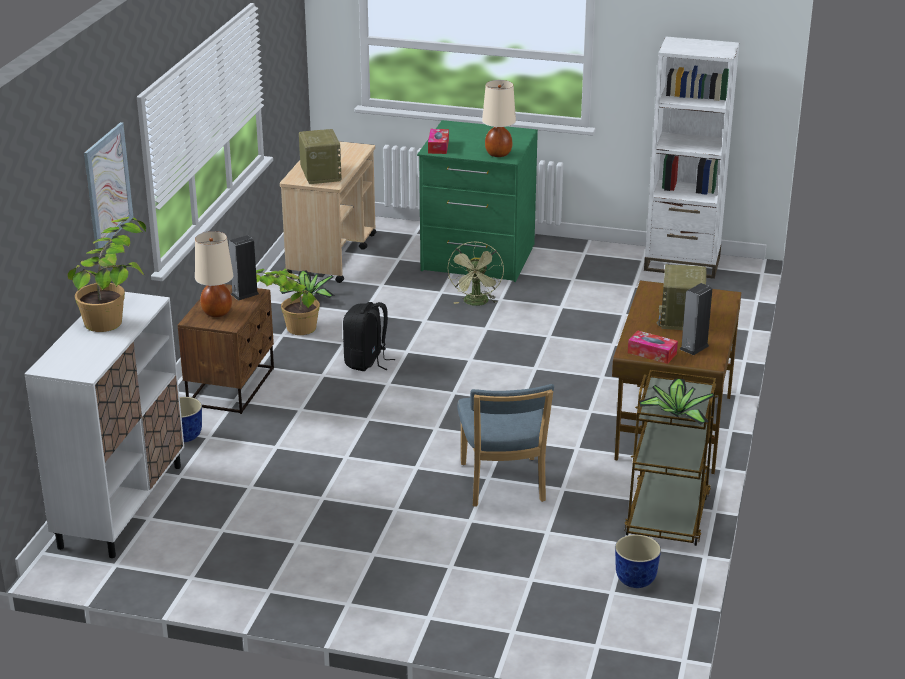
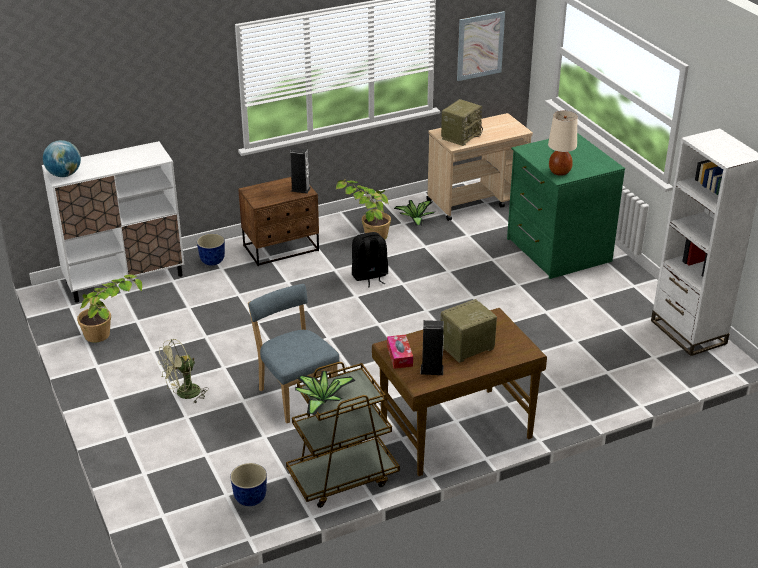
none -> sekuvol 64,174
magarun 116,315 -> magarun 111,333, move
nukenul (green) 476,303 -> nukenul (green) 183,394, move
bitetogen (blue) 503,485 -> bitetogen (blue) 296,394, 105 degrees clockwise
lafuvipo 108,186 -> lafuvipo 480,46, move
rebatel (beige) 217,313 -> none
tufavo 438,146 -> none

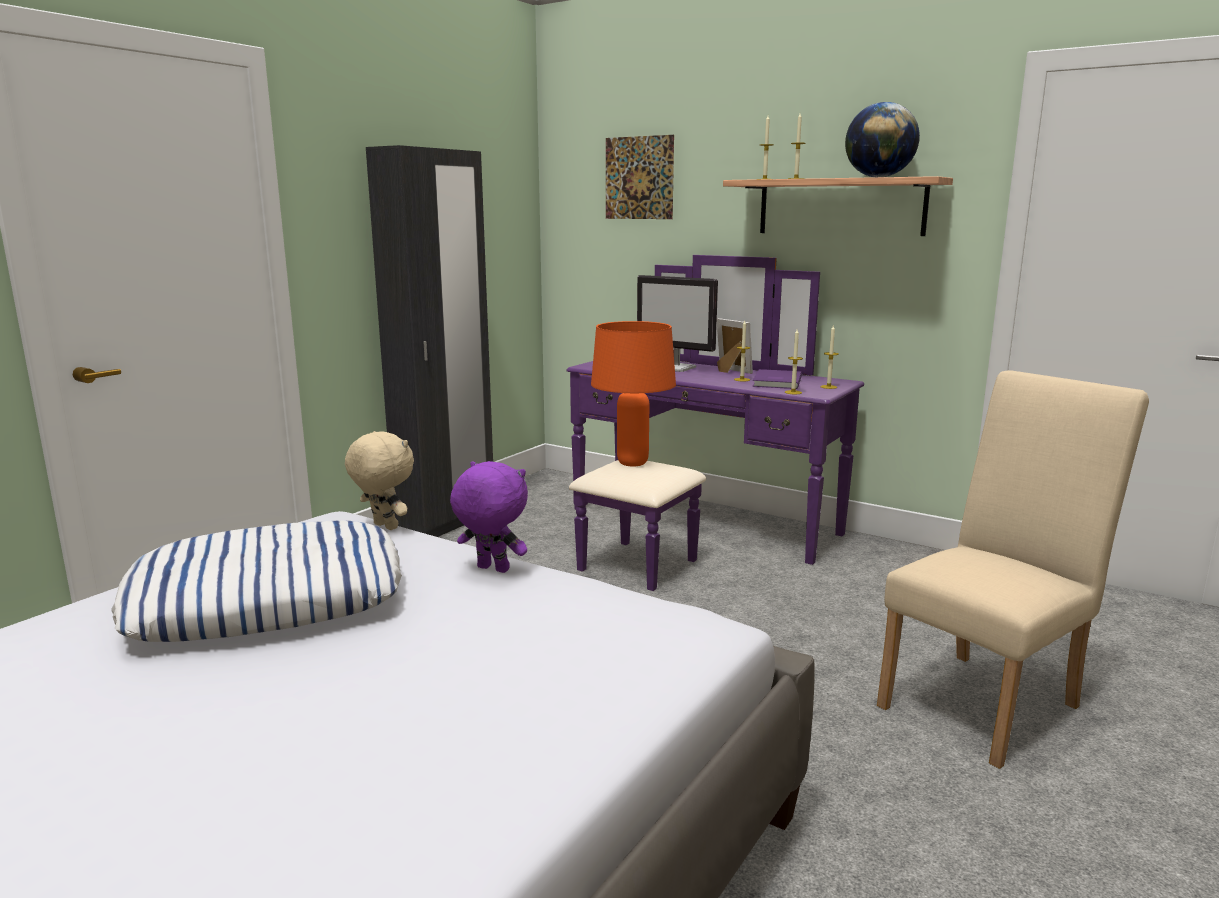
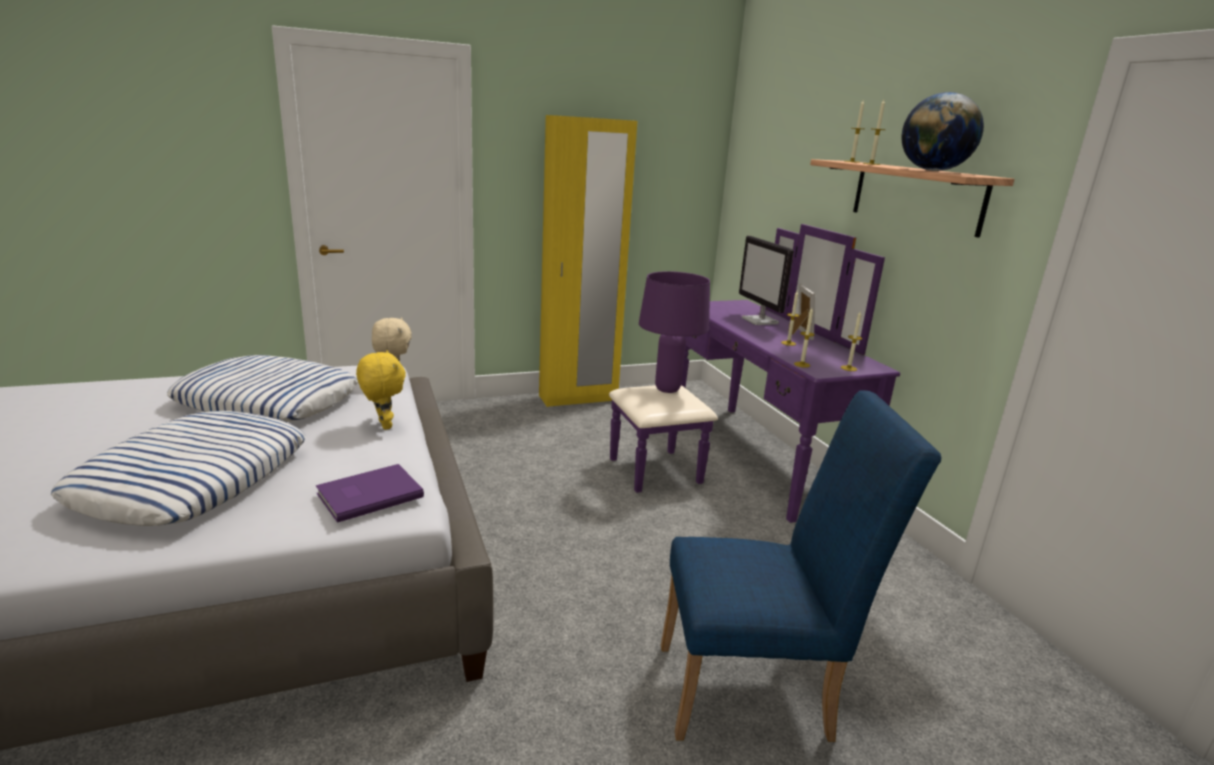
none -> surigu 194,479
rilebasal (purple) 775,382 -> rilebasal (purple) 368,494, move
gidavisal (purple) 491,569 -> gidavisal (yellow) 383,425
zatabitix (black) 446,523 -> zatabitix (yellow) 578,398
rebatel (orange) 633,463 -> rebatel (purple) 668,389
bitetogen (beige) 988,701 -> bitetogen (blue) 757,691
lafuvipo 639,178 -> none

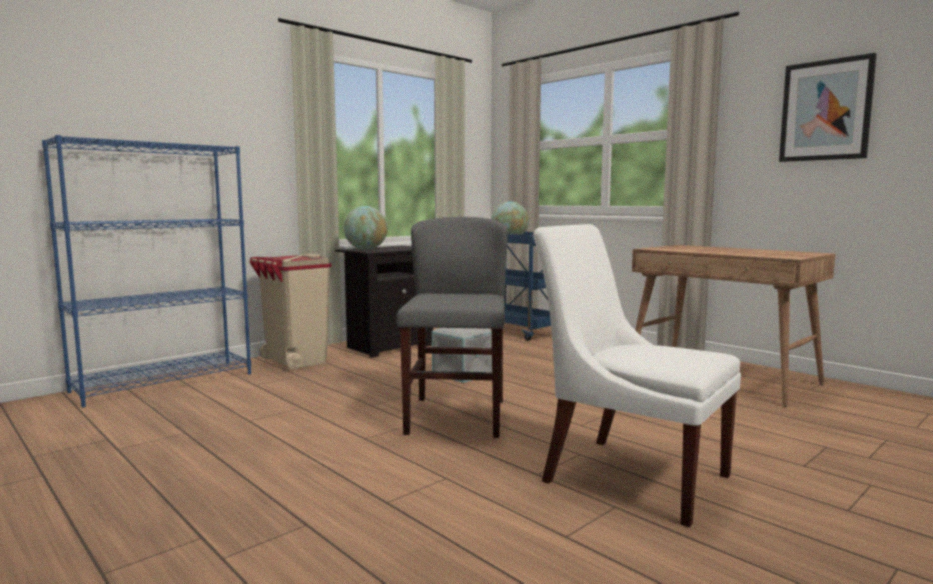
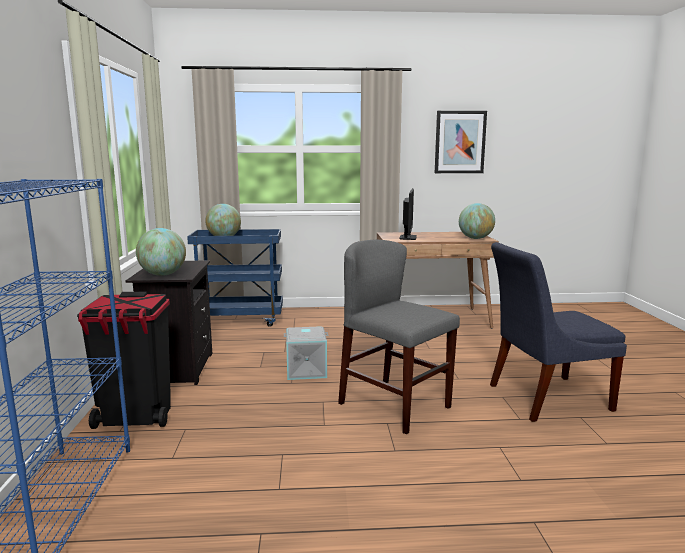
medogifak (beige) 295,361 -> medogifak (black) 136,418
none -> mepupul 408,237
none -> sekuvol 475,238
bitetogen (white) 628,475 -> bitetogen (blue) 544,397

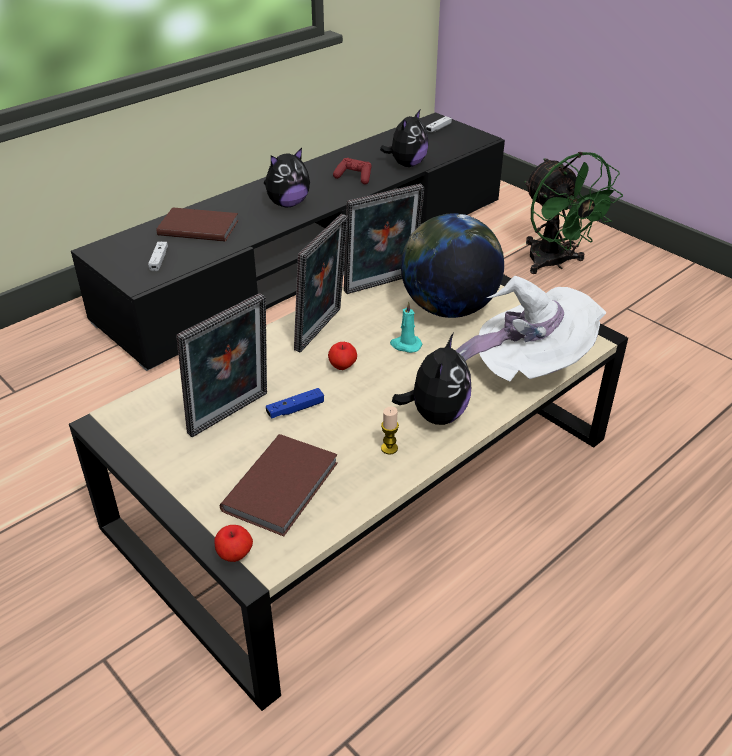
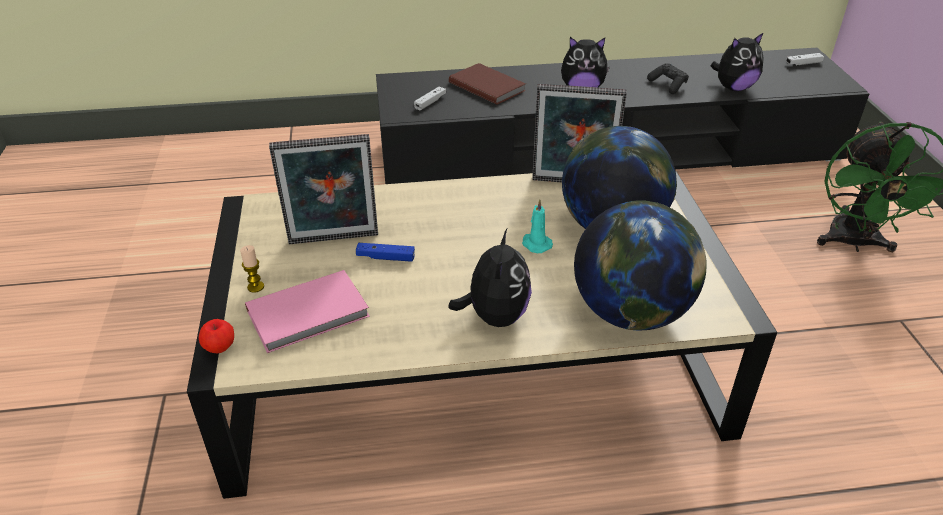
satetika 389,448 -> satetika 255,287, move
rilebasal (brown) 284,486 -> rilebasal (pink) 310,314
gidavisal 435,415 -> gidavisal 495,316, 45 degrees counterclockwise
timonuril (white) 528,367 -> sekuvol 631,313
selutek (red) 354,177 -> selutek (black) 668,85
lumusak 322,330 -> none
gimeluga 342,366 -> none

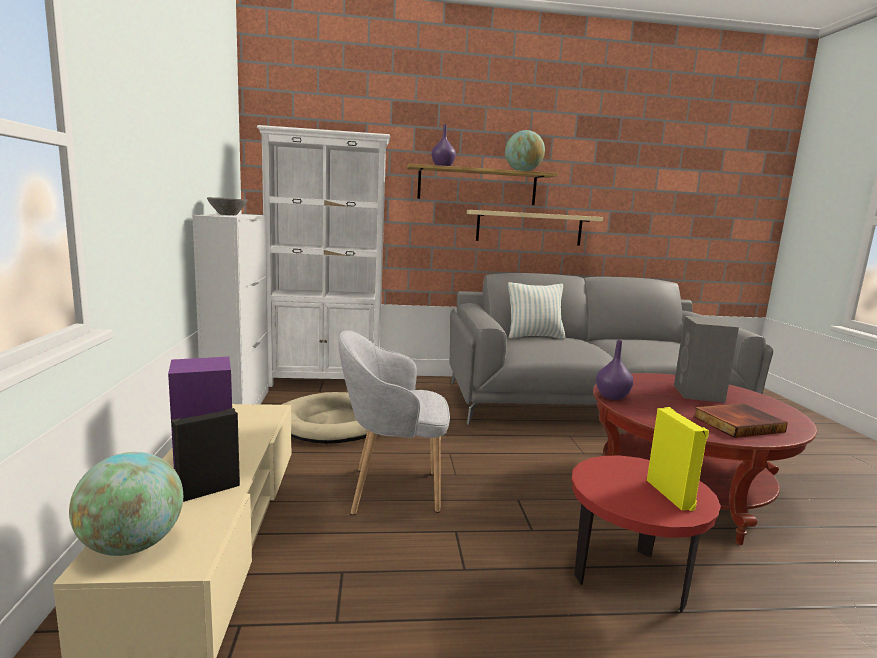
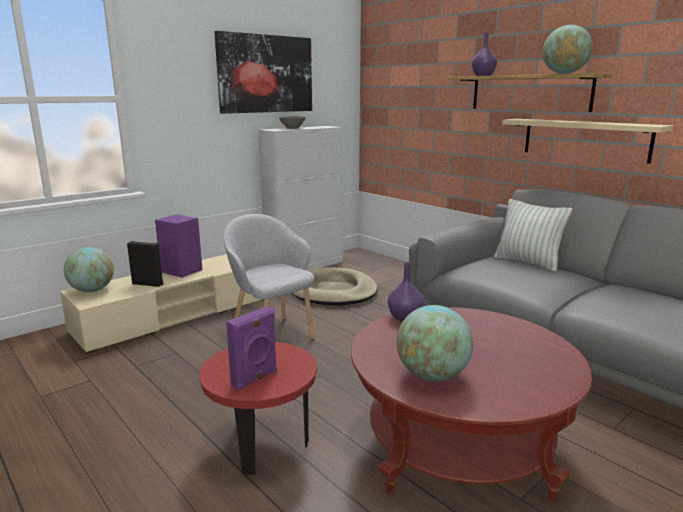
none -> lafuvipo 266,74
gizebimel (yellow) 671,494 -> gizebimel (purple) 255,379
rilebasal 737,424 -> sekuvol 432,376
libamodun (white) 326,381 -> none
gizebimel (grey) 698,394 -> none

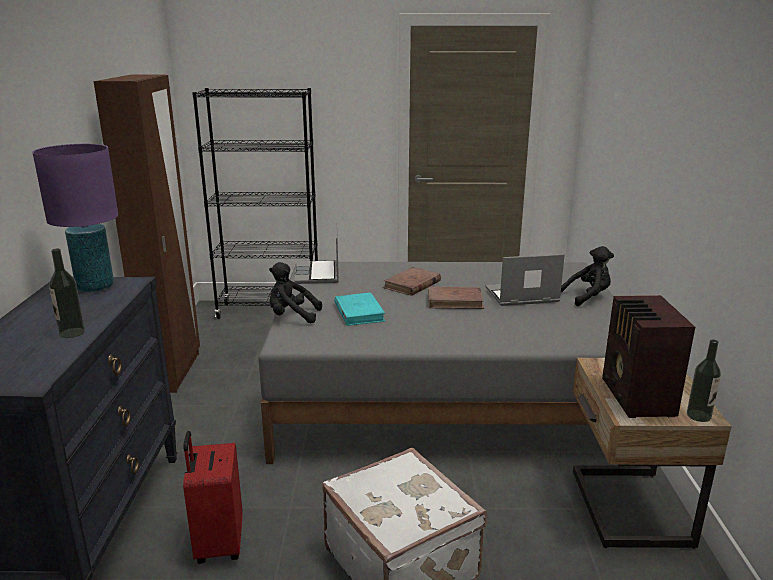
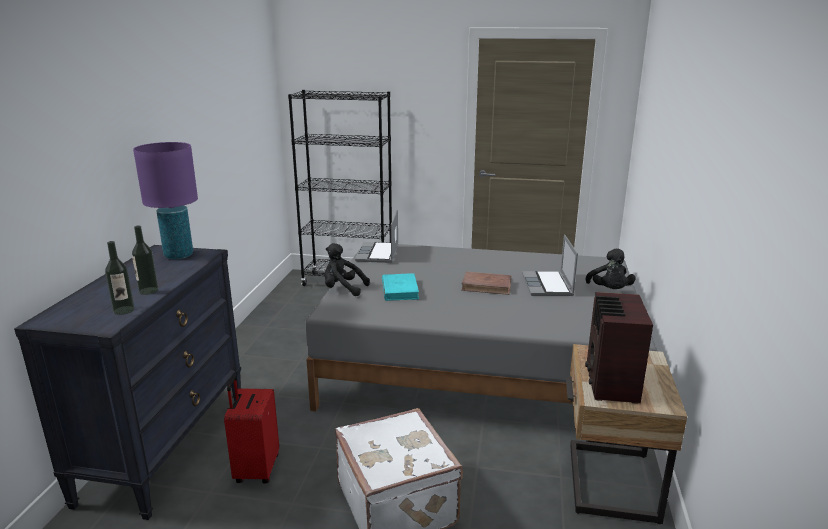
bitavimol 698,415 -> bitavimol 124,310, move
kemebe 521,296 -> kemebe 548,285, 90 degrees counterclockwise
gidavisal (black) 587,297 -> gidavisal (black) 609,290, 90 degrees clockwise
zatabitix (brown) 173,372 -> none
rilebasal (brown) 412,284 -> none

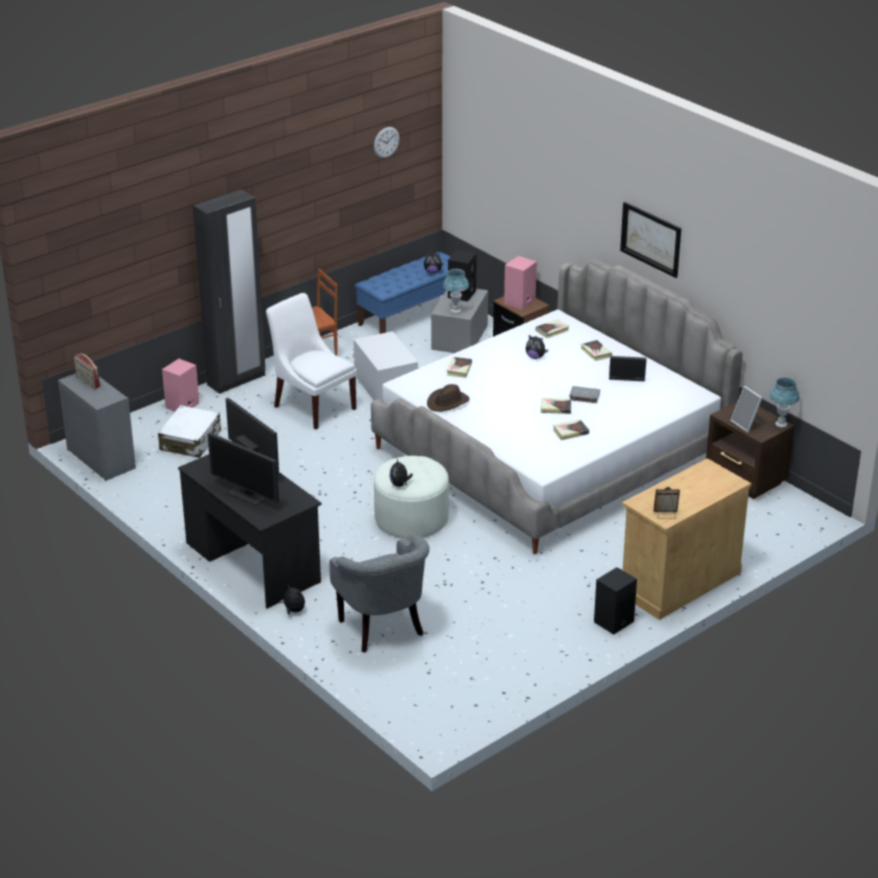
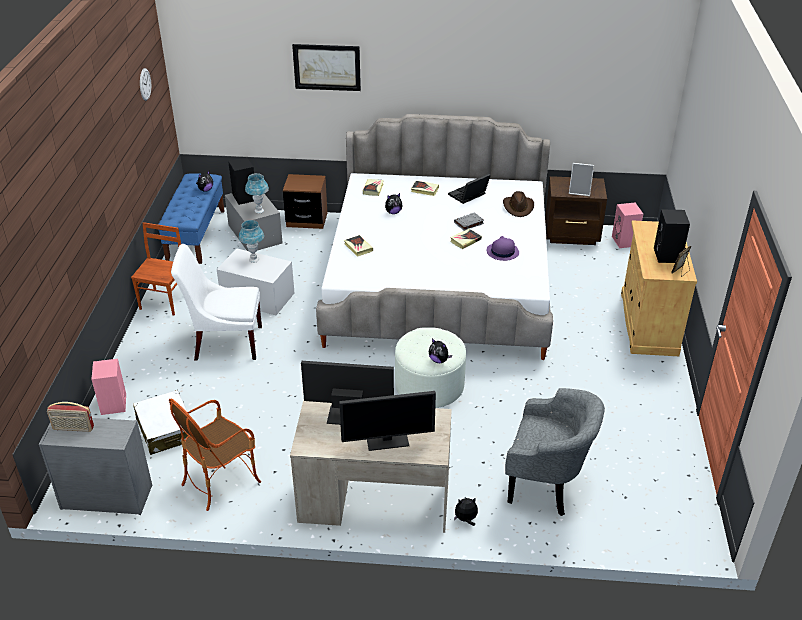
none -> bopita 220,480
rebatel (blue) 781,424 -> rebatel (blue) 254,259, move
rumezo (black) 253,562 -> rumezo (beige) 374,501
lafuvipo 651,239 -> lafuvipo 327,67, move
rilebasal 570,432 -> timonuril (purple) 502,252
timonuril (brown) 448,402 -> timonuril (brown) 518,207, move
gizebimel (pink) 520,302 -> gizebimel (pink) 625,241, move
gizebimel (black) 613,622 -> gizebimel (black) 668,256, move
zatabitix (black) 236,380 -> none

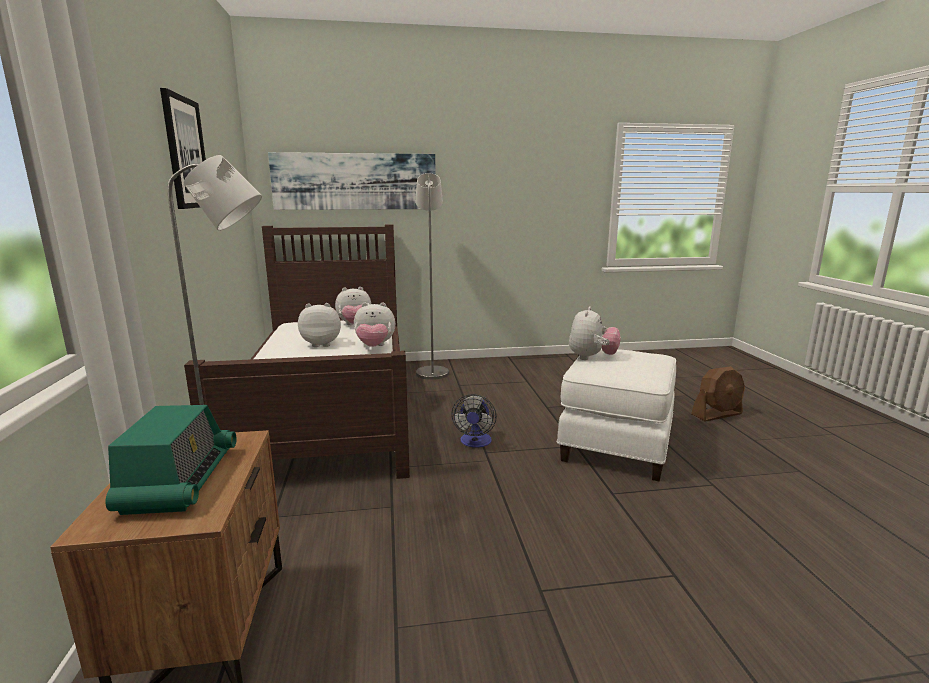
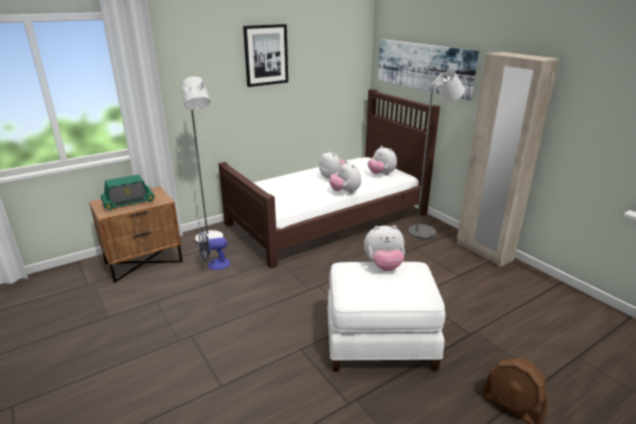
nukenul 475,442 -> nukenul 214,265, move
none -> zatabitix (beige) 483,252

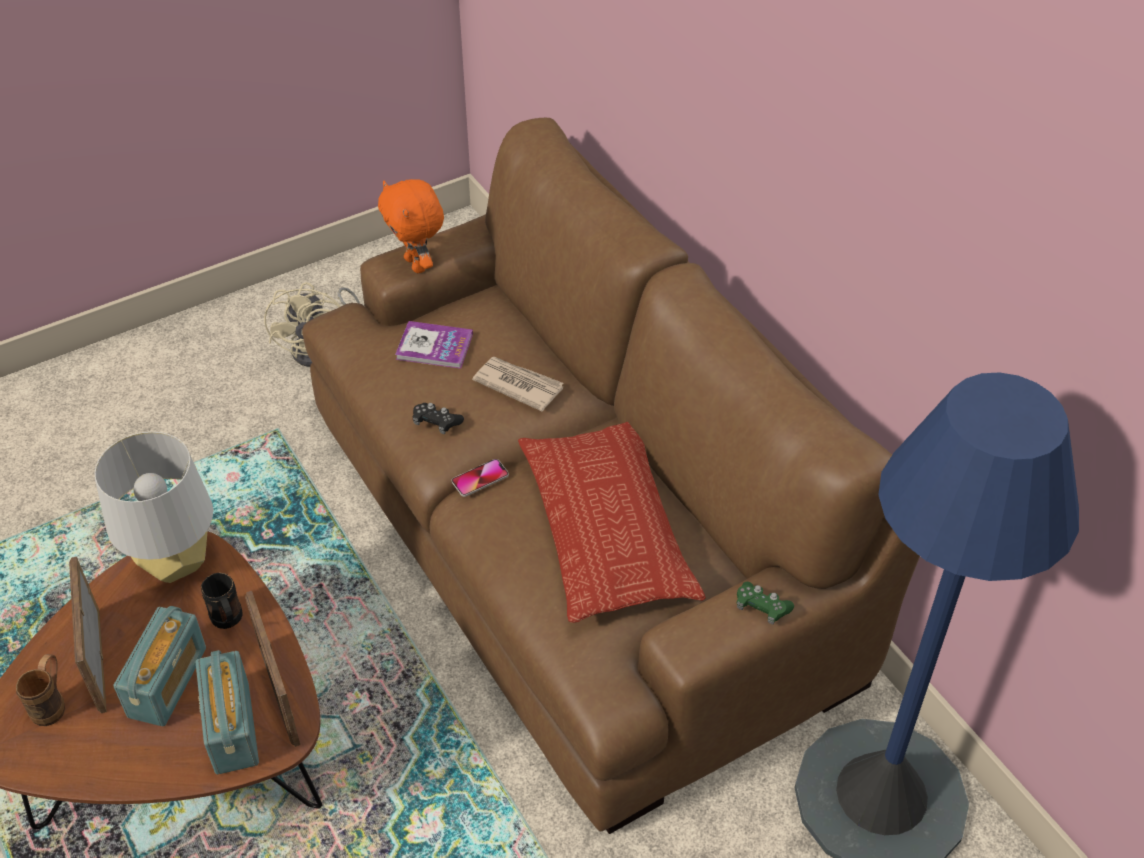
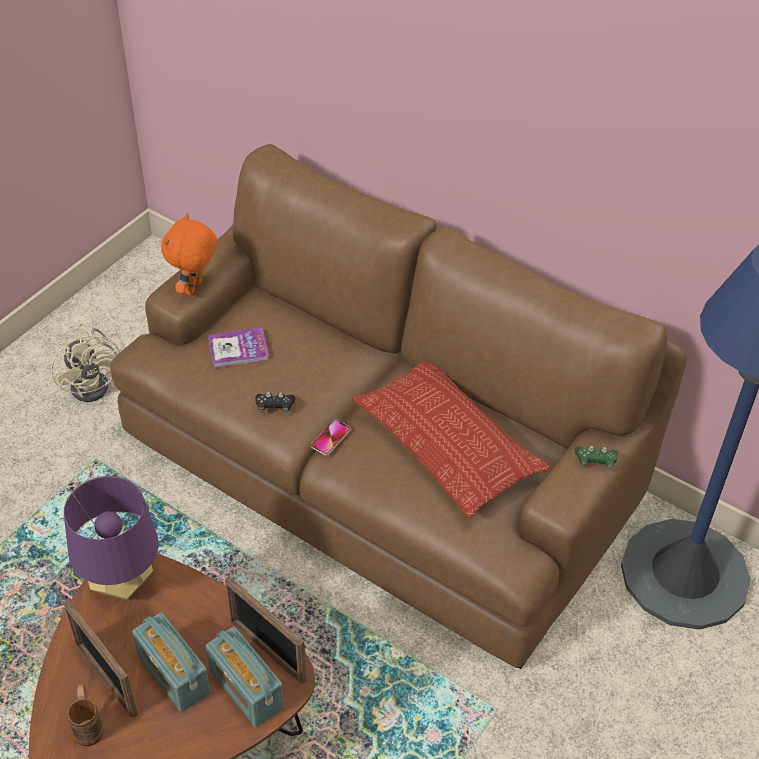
rebatel (grey) 175,564 -> rebatel (purple) 122,583
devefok 168,682 -> devefok 173,674, 150 degrees clockwise
gidavisal (orange) 417,264 -> gidavisal (orange) 194,288, 75 degrees clockwise
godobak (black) 229,622 -> none
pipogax 518,385 -> none

